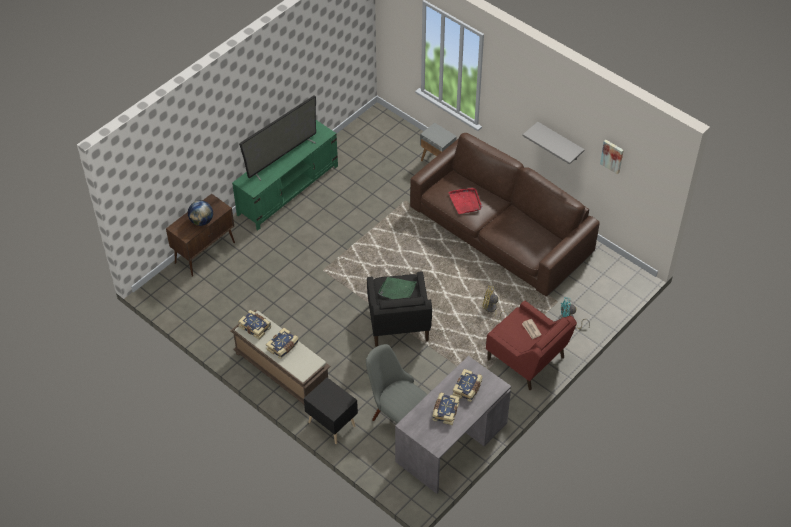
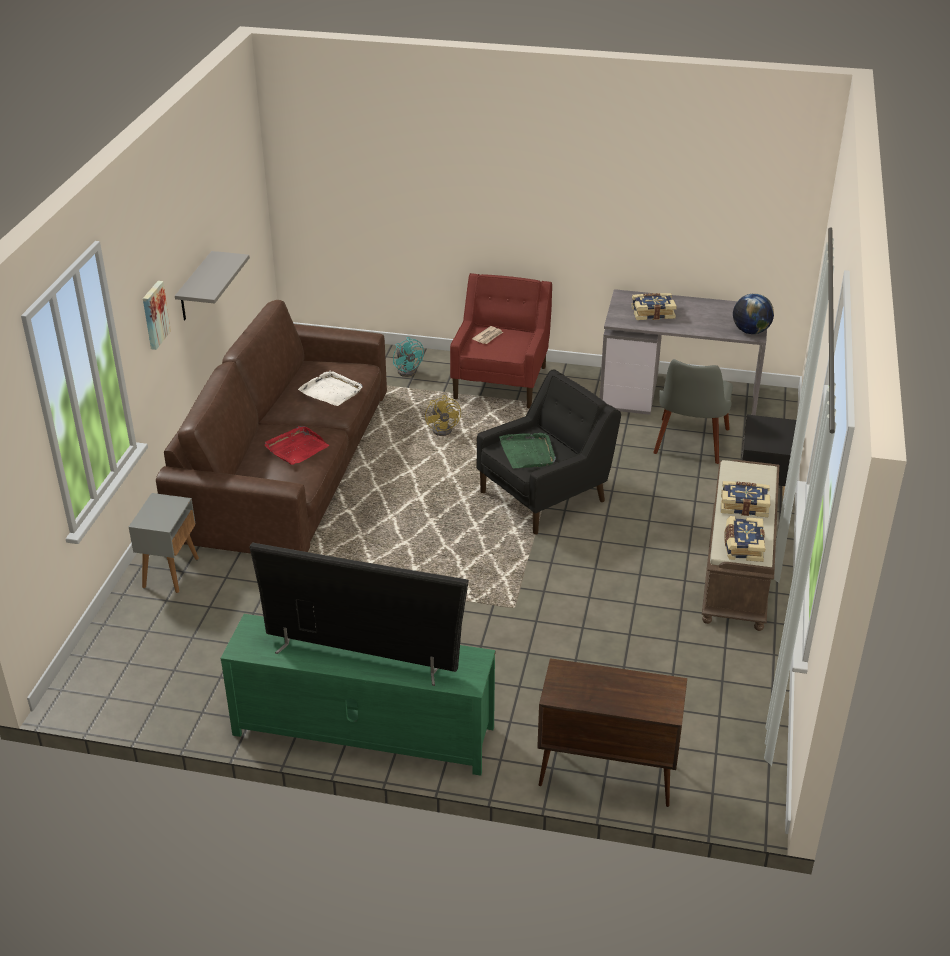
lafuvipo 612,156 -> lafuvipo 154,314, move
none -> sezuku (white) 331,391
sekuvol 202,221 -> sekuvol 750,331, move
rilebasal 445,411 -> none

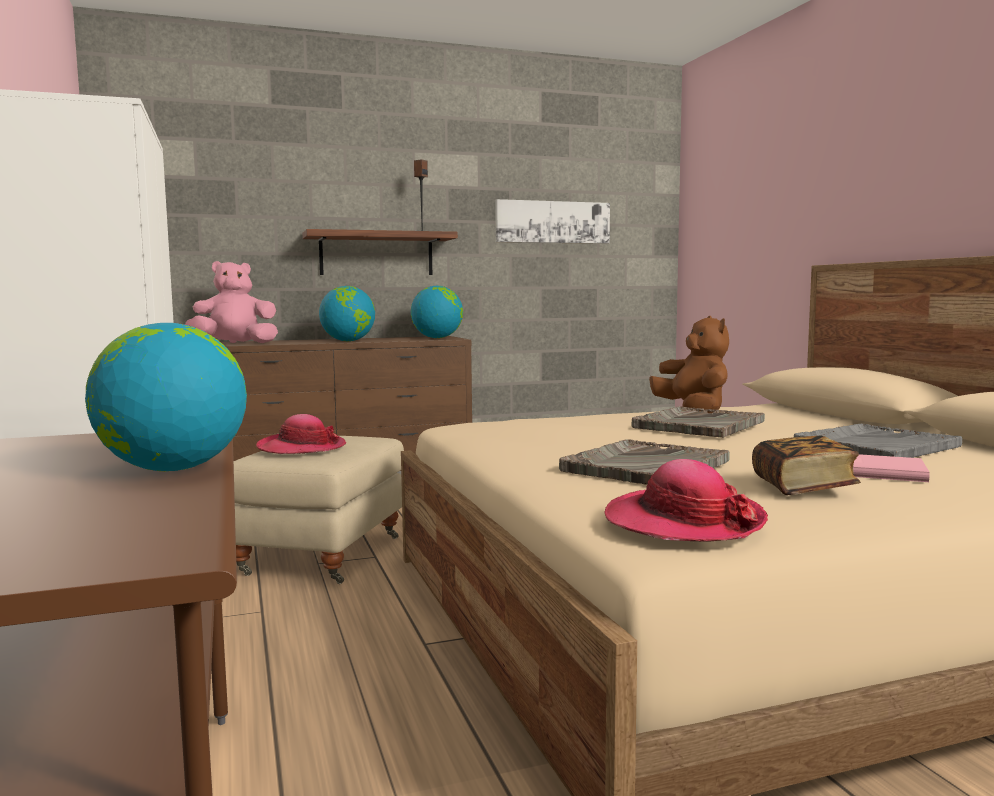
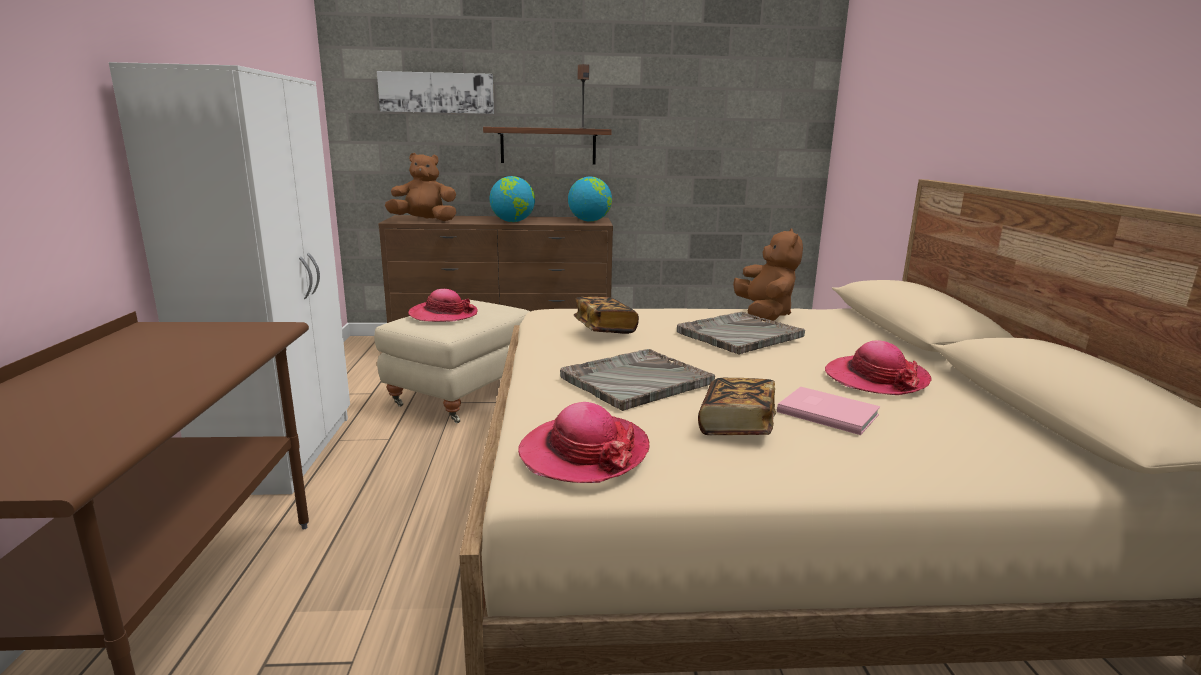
lafuvipo 552,222 -> lafuvipo 436,93, move
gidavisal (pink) 235,344 -> gidavisal (brown) 424,220
none -> rilebasal 604,328
sezuku (grey) 875,445 -> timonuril 875,379
sekuvol 173,469 -> none

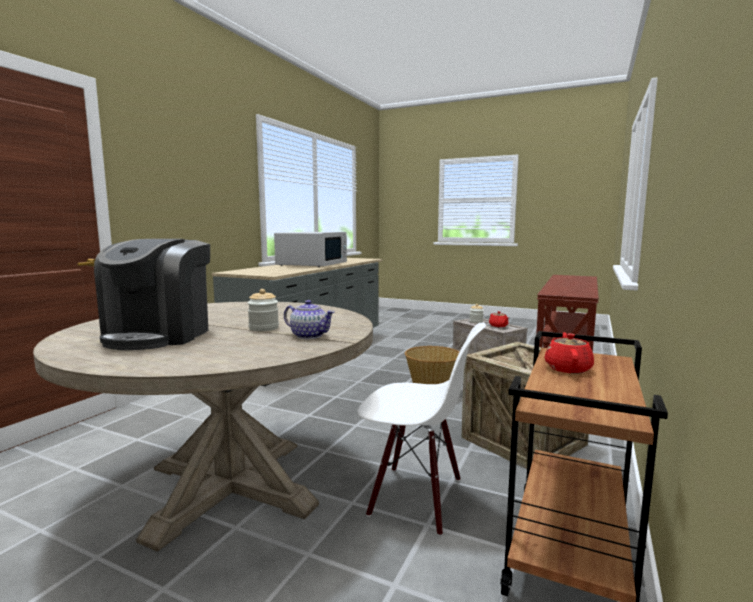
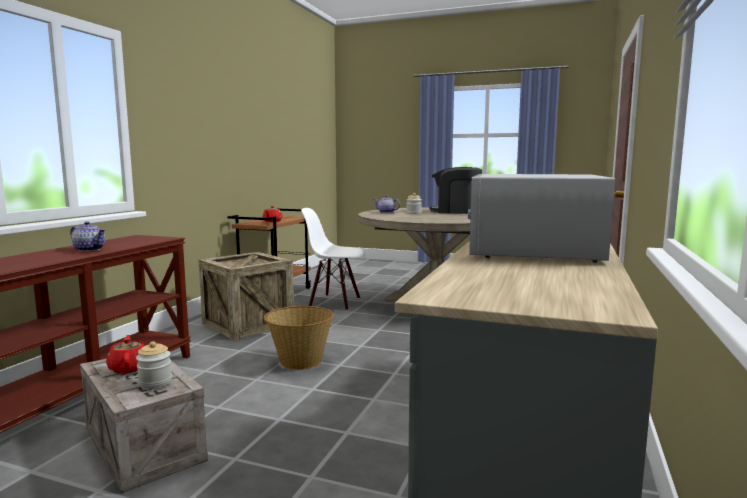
none -> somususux 89,249
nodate 159,335 -> nodate 455,211, 75 degrees counterclockwise

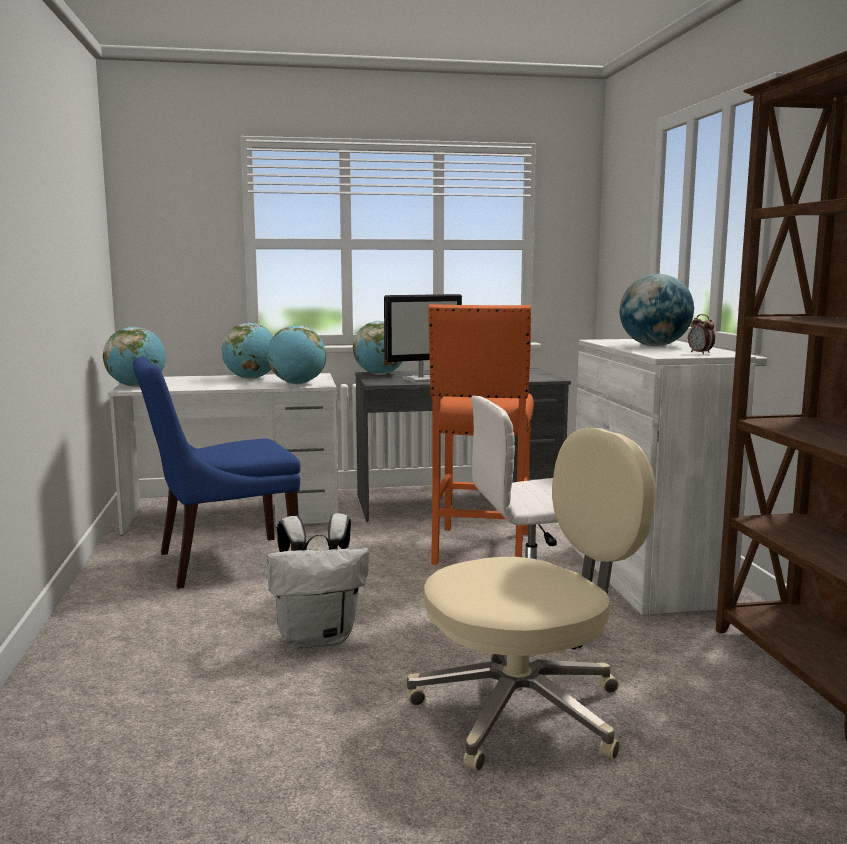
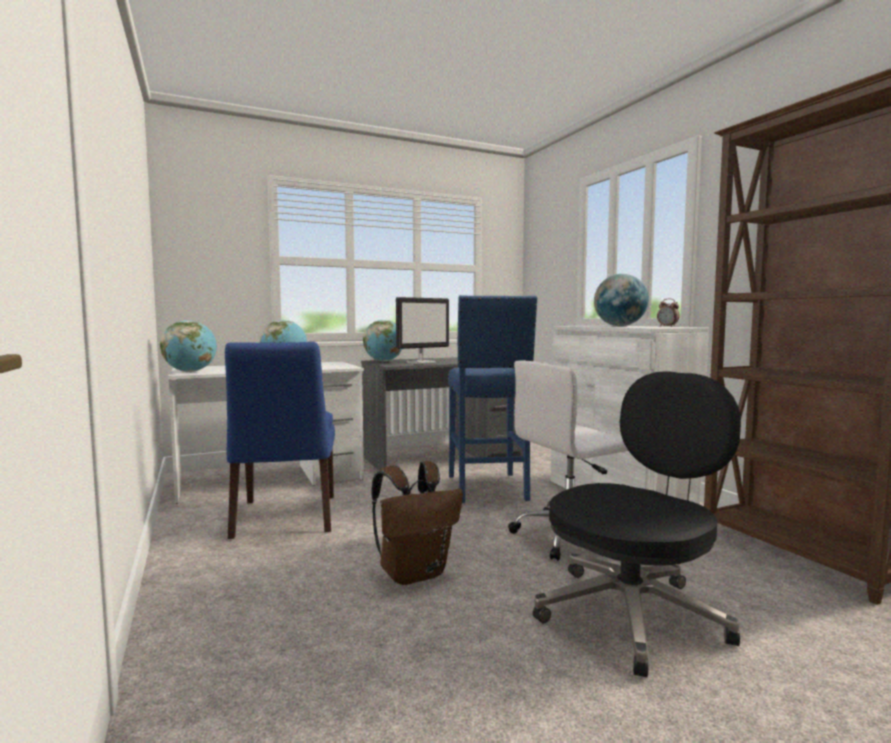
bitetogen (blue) 223,562 -> bitetogen (blue) 285,518, 60 degrees counterclockwise
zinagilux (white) 318,638 -> zinagilux (brown) 414,573
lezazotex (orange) 480,549 -> lezazotex (blue) 487,488
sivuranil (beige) 525,710 -> sivuranil (black) 633,613
sekuvol 297,384 -> none

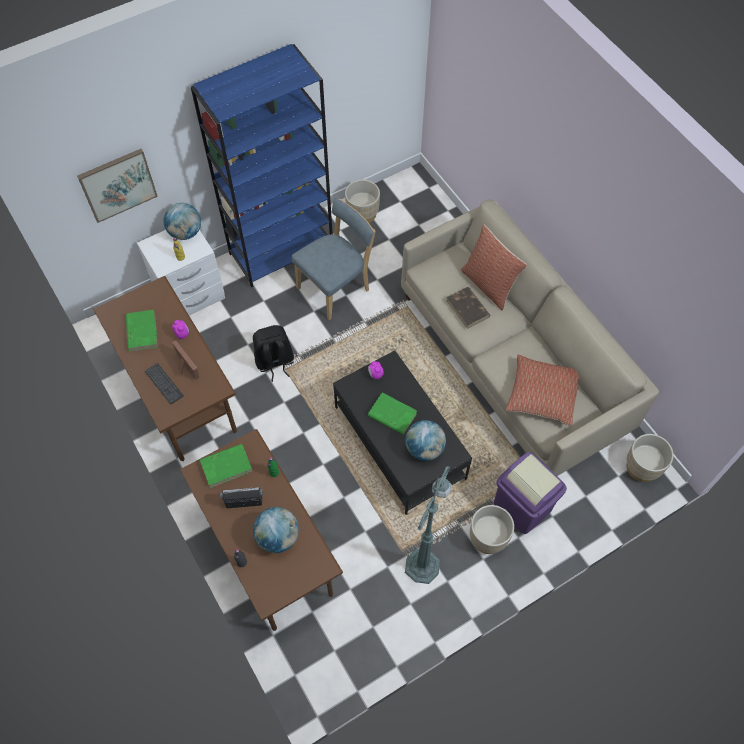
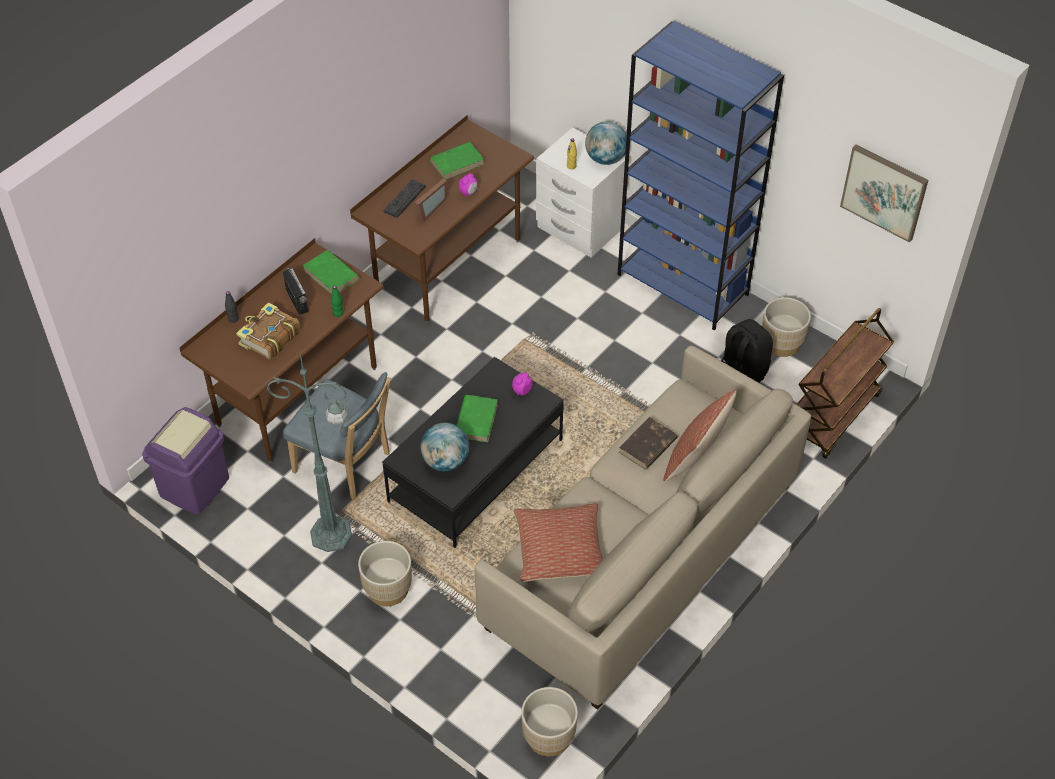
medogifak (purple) 523,506 -> medogifak (purple) 195,487, move
sekuvol 278,537 -> rilebasal 268,338
bitetogen (blue) 336,287 -> bitetogen (blue) 346,464, move
zinagilux (black) 274,362 -> zinagilux (black) 742,371, move
none -> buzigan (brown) 834,417
lafuvipo 118,184 -> lafuvipo 884,192, move

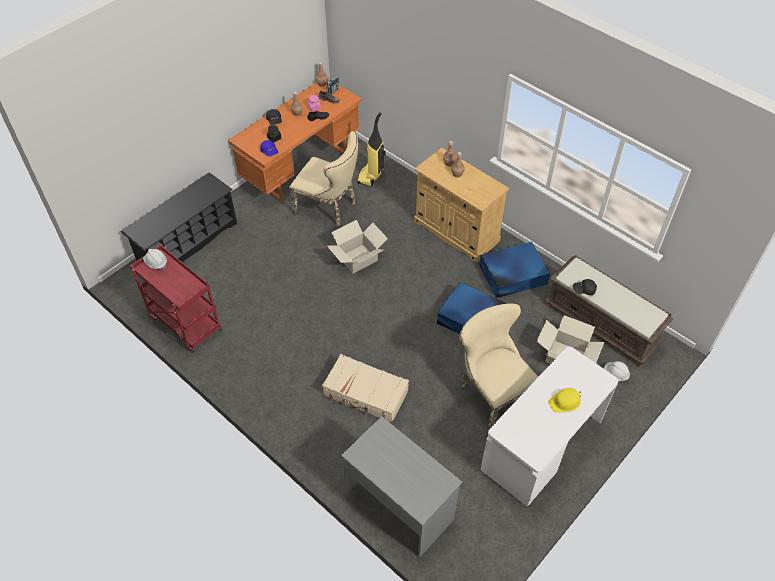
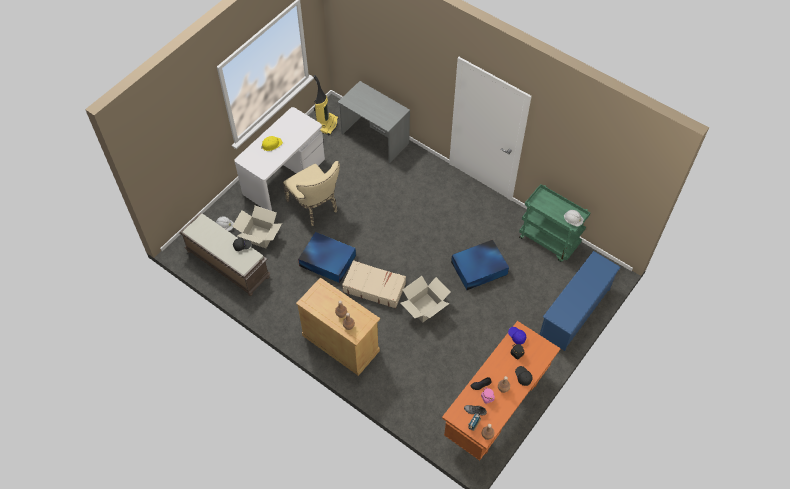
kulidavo 371,176 -> kulidavo 327,124, move
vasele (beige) 365,393 -> vasele (beige) 374,287, move
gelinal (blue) 512,275 -> gelinal (blue) 480,268, move
buzigan (red) 184,323 -> buzigan (green) 549,241
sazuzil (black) 187,243 -> sazuzil (blue) 575,312
bitetogen (beige) 329,208 -> none

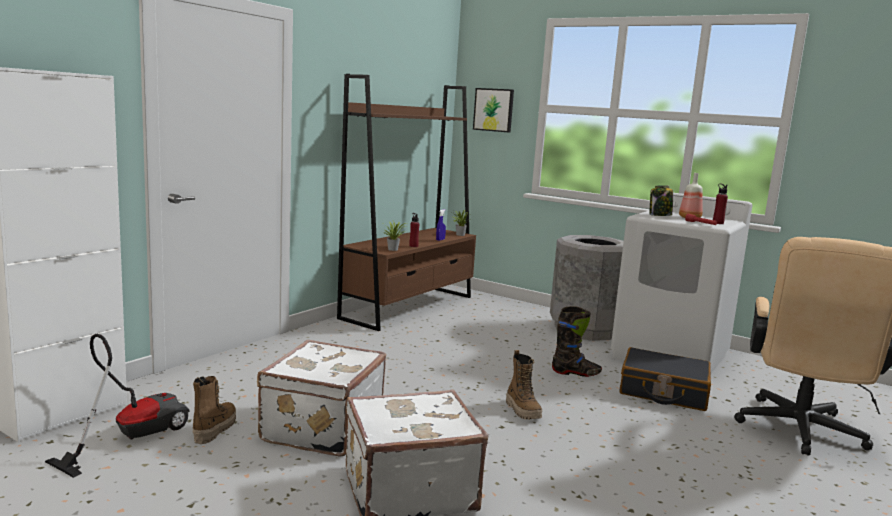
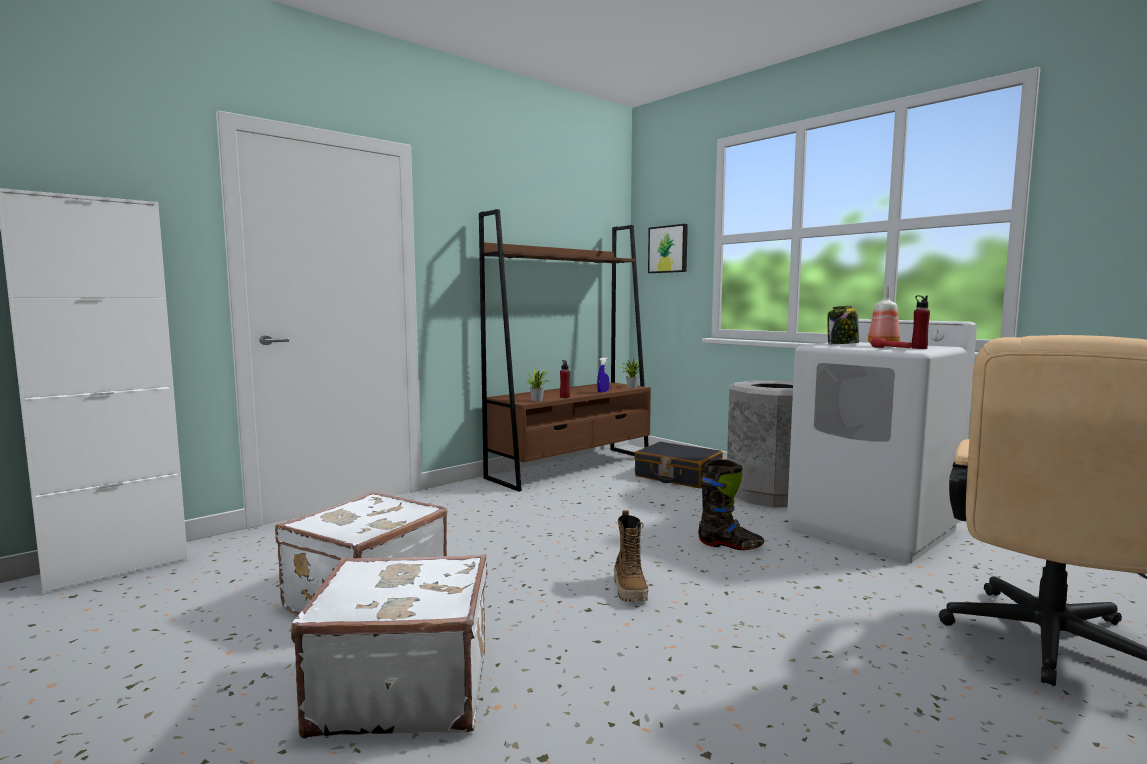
vasele (black) 663,392 -> vasele (black) 678,476, move
kulidavo 131,436 -> none
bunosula 214,429 -> none

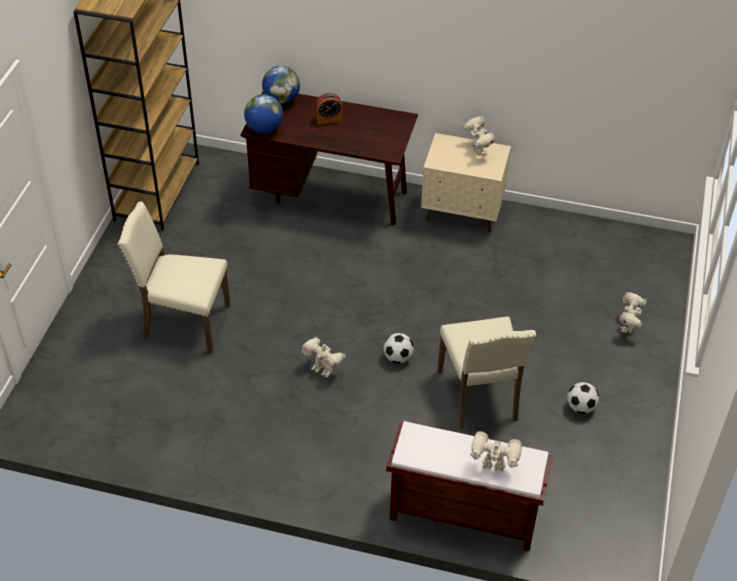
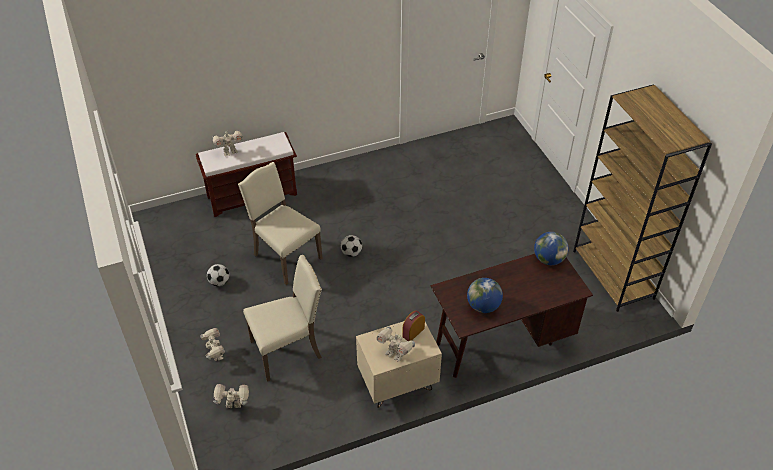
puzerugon 323,369 -> puzerugon 234,406, move
bitetogen (beige) 184,322 -> bitetogen (beige) 288,350, move
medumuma 329,119 -> medumuma 413,332, move
sekuvol 281,100 -> sekuvol 483,306, move

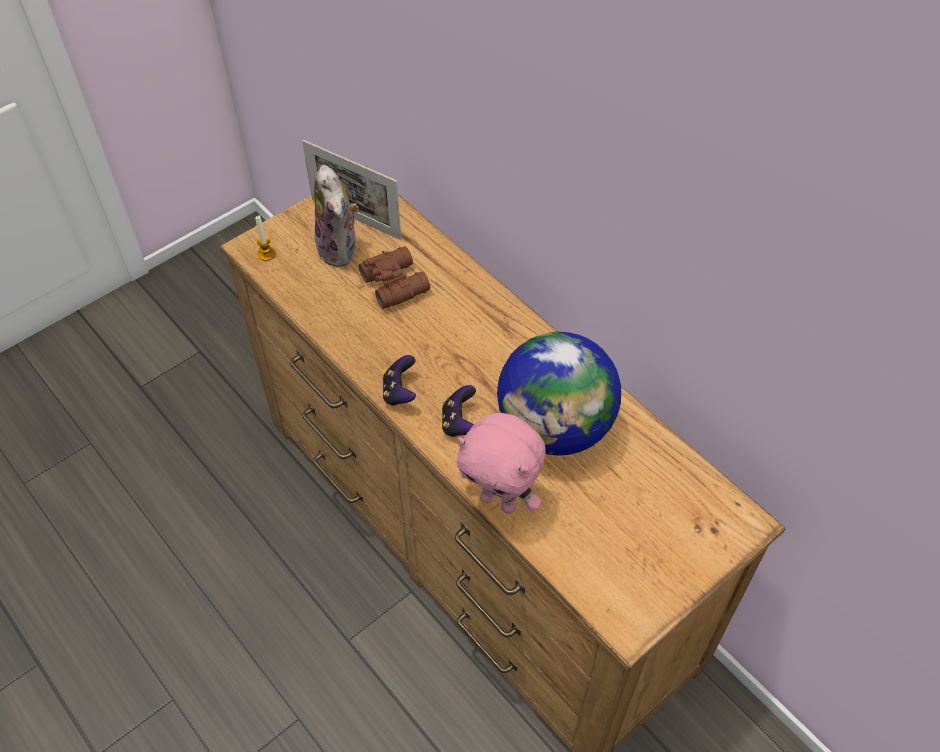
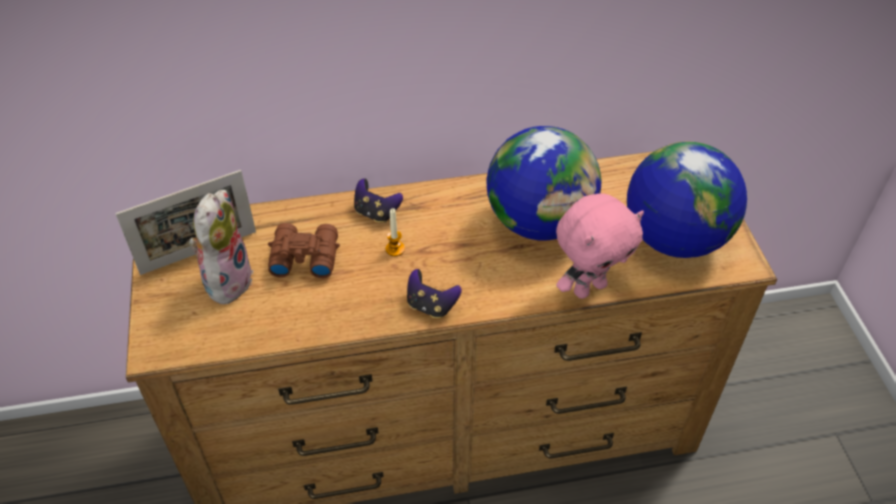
gidavisal 341,249 -> gidavisal 226,279, 90 degrees counterclockwise
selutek 459,423 -> selutek 376,213, move
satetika 266,254 -> satetika 395,249, move
none -> sekuvol 674,238

